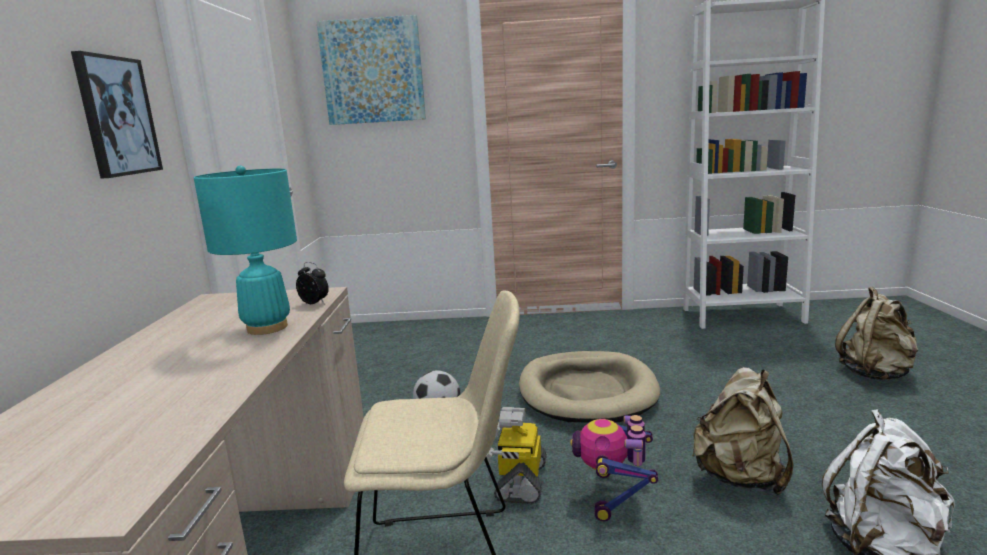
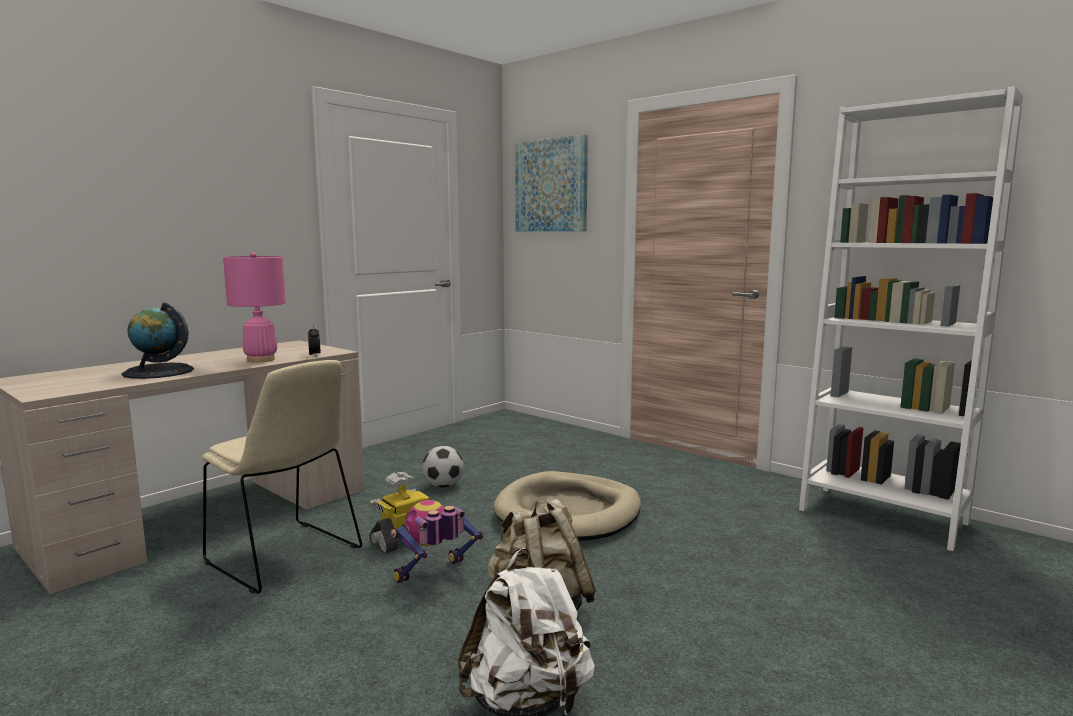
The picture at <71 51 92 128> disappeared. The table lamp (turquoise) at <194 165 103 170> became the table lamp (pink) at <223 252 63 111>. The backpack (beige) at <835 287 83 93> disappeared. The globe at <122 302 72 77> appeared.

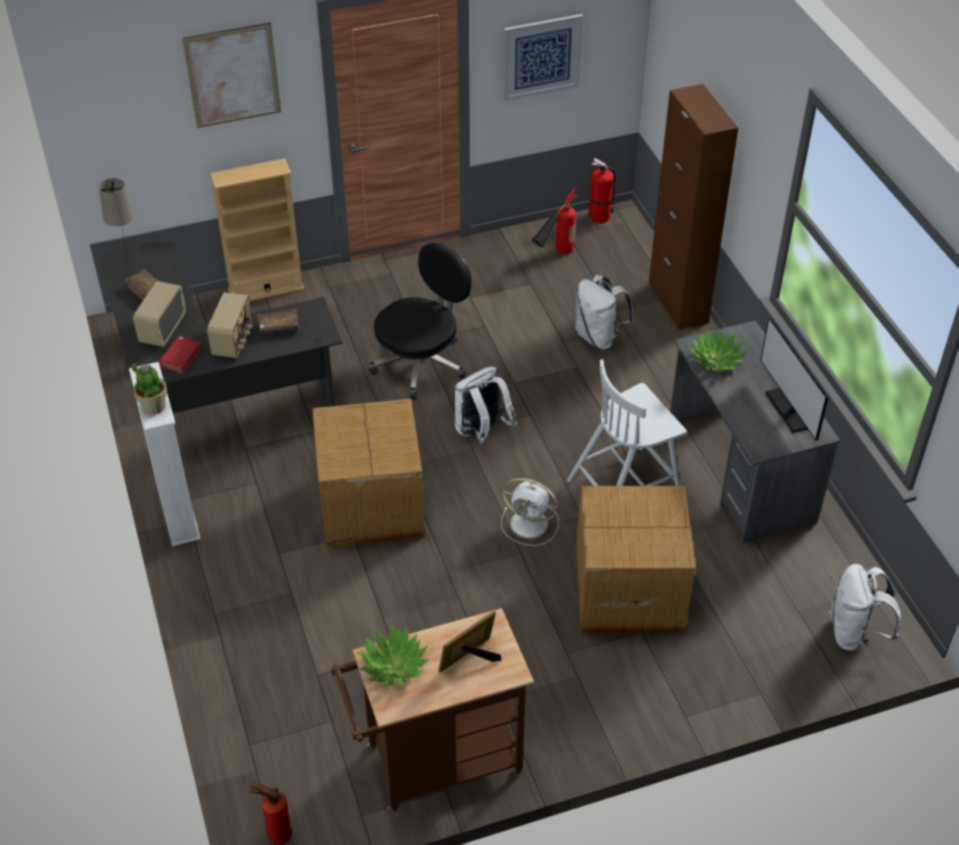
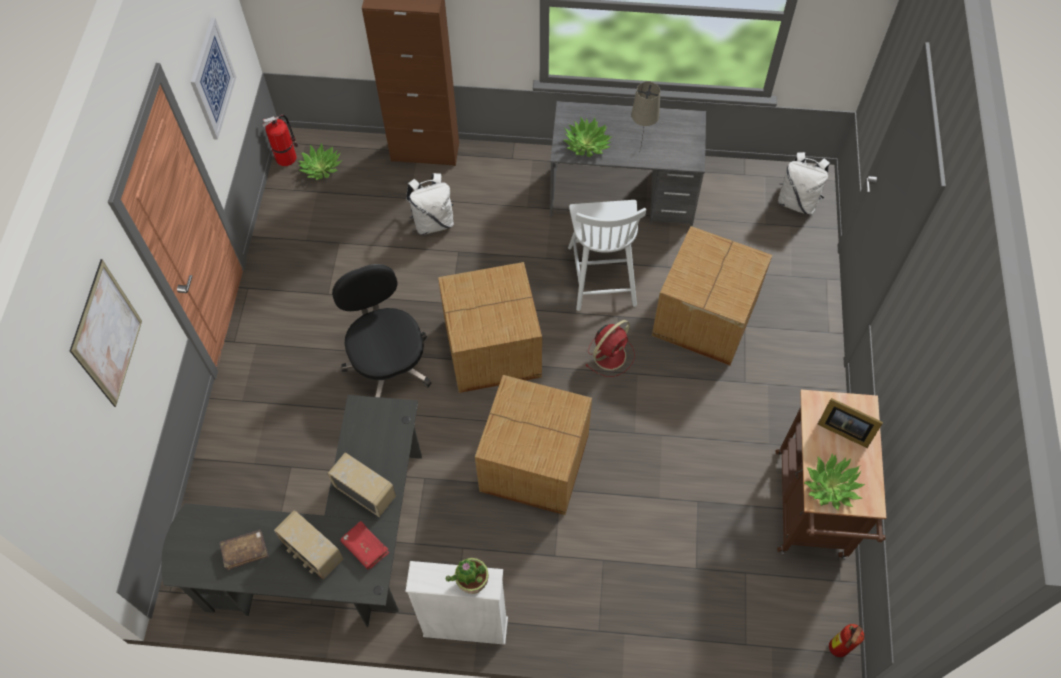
The bookcase (beige) at <209 158 95 143> disappeared. The table lamp (beige) moved from <99 178 35 82> to <631 82 29 71>. The fire extinguisher at <532 188 45 66> disappeared. The book (brown) at <257 309 43 26> disappeared. The monitor at <760 317 69 124> disappeared. The backpack (white) at <455 367 62 77> was replaced by the cardboard box at <438 262 104 131>. The fan (white) at <501 478 58 68> became the fan (red) at <586 320 49 57>. The picture frame at <438 611 63 62> turned 45 degrees counterclockwise. The potted plant at <298 143 44 37> appeared.

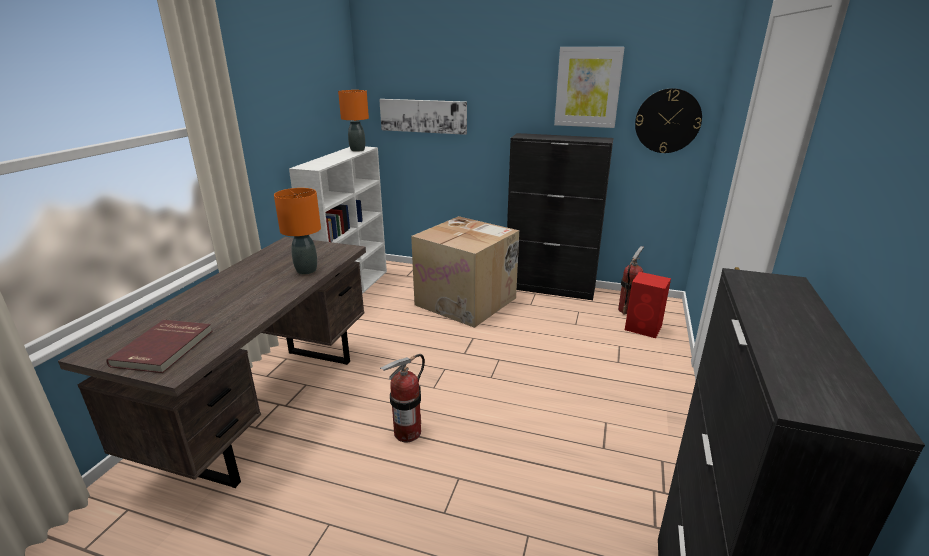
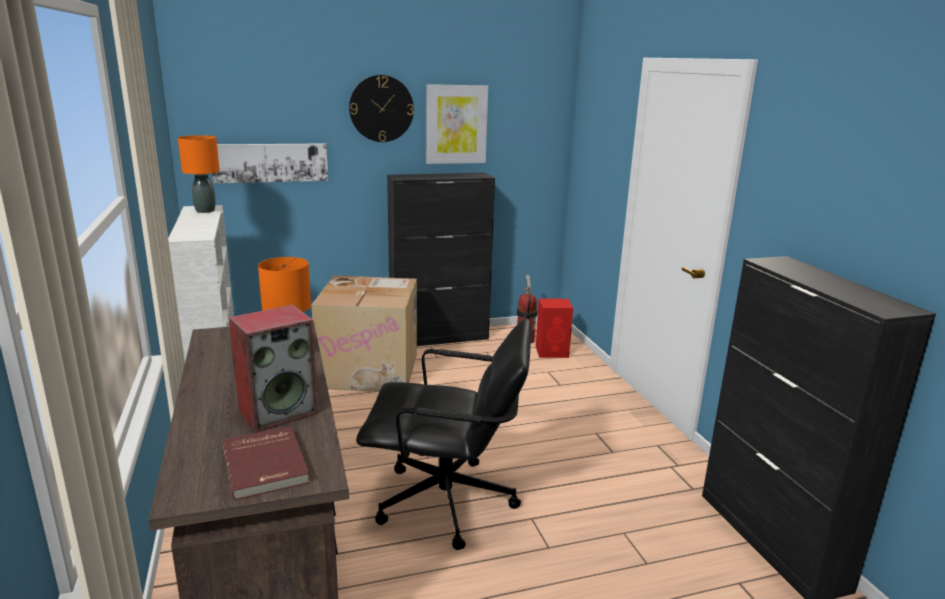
The wall clock moved from <635 88 67 65> to <349 75 65 67>. The fire extinguisher at <380 354 45 89> was replaced by the office chair (black) at <356 319 175 231>. The speaker at <228 305 90 128> appeared.

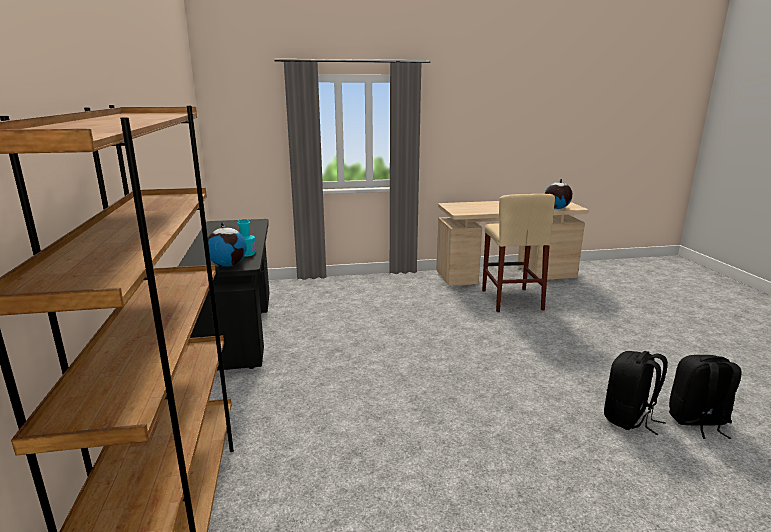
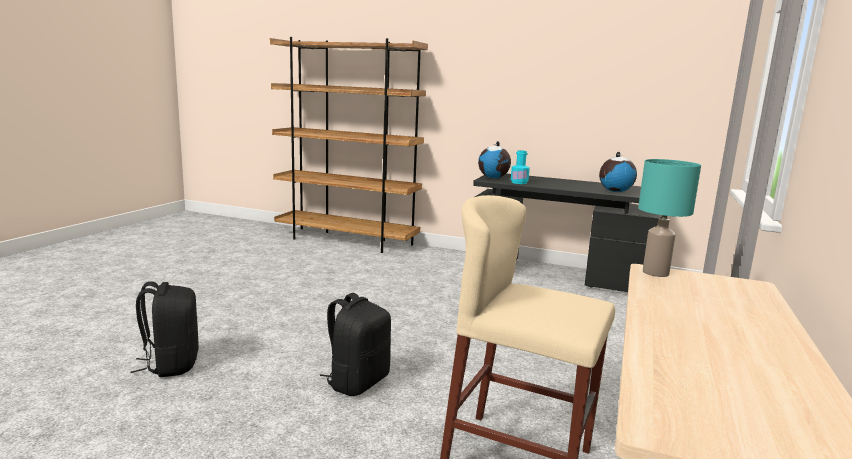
The globe moved from <545 179 28 30> to <599 152 38 40>. The backpack (black) moved from <669 355 73 84> to <320 293 71 103>. The table lamp (turquoise) at <638 159 63 118> appeared.

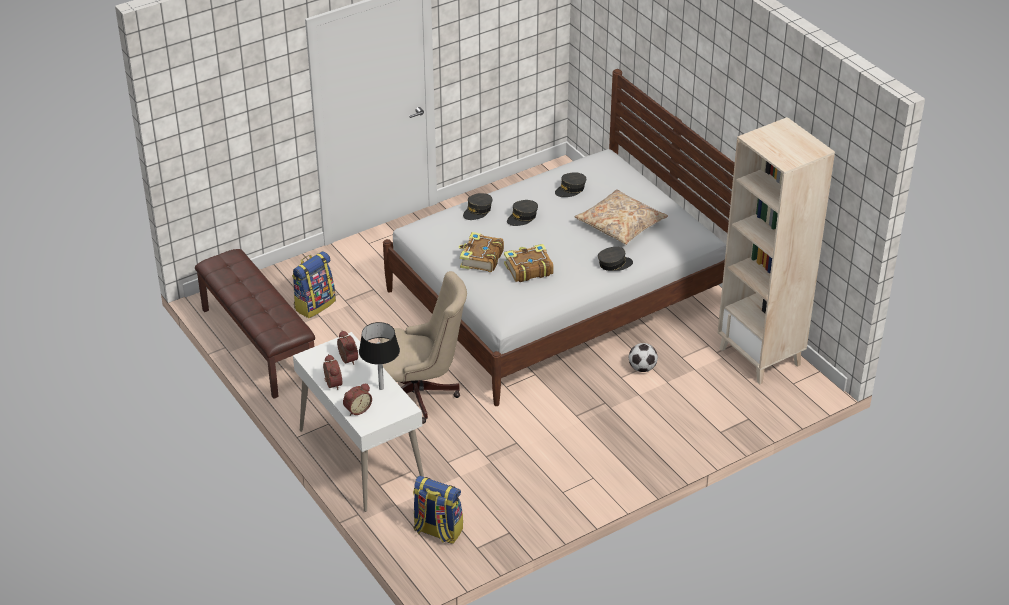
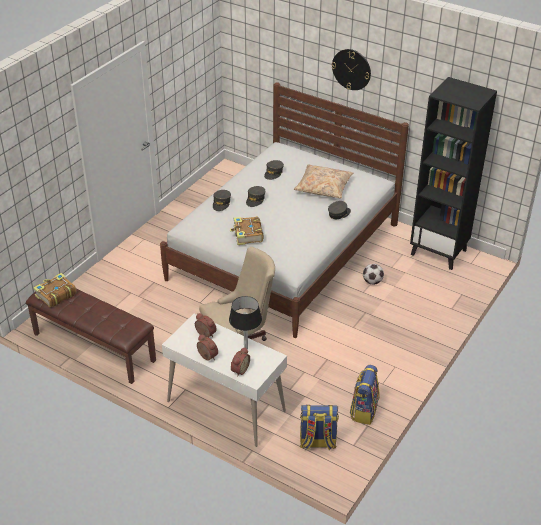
The bookcase (beige) at <718 117 117 267> became the bookcase (black) at <410 77 87 193>. The book moved from <504 244 50 38> to <33 273 44 34>. The backpack moved from <292 251 44 67> to <350 365 30 60>. The wall clock at <332 49 39 41> appeared.

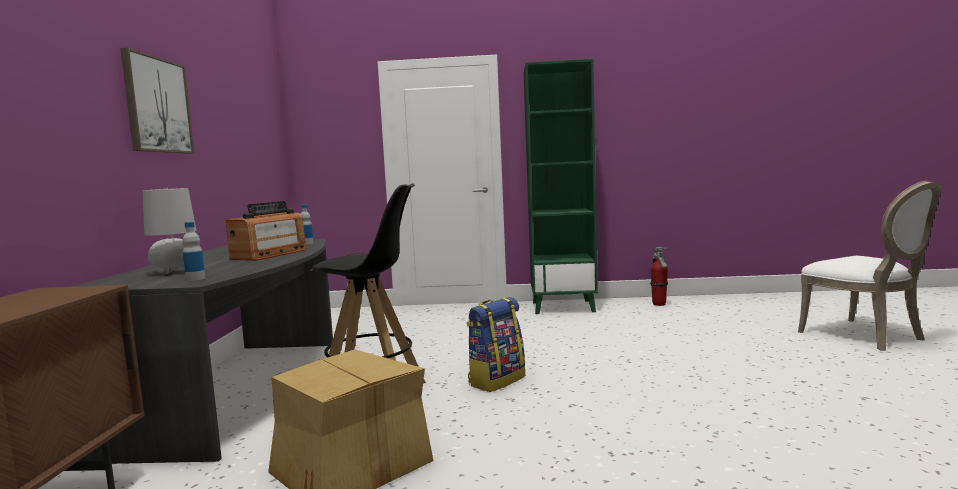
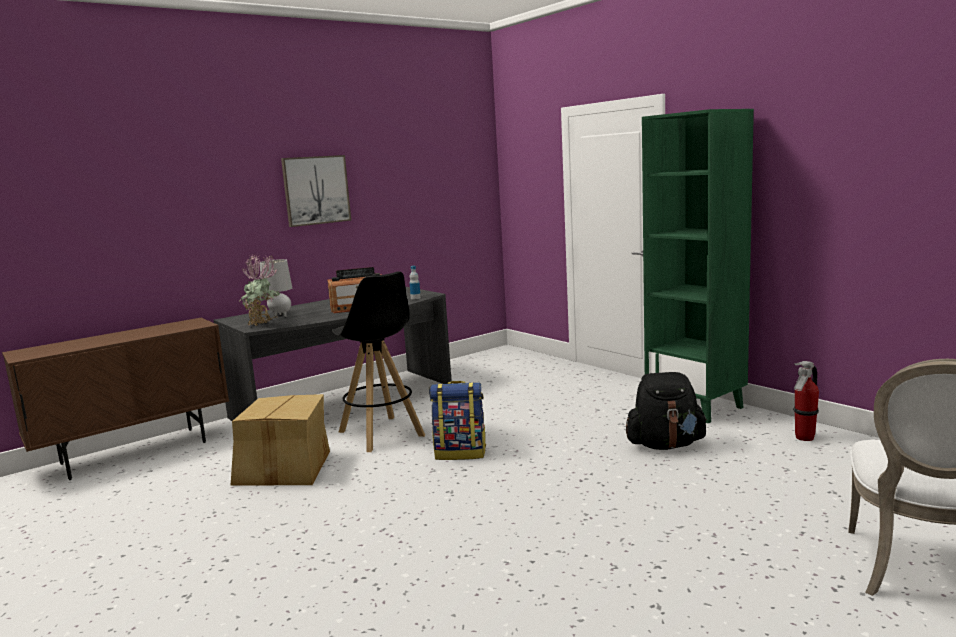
The bottle at <182 222 23 59> was replaced by the potted plant at <241 254 39 72>. The backpack (black) at <626 372 81 78> appeared.

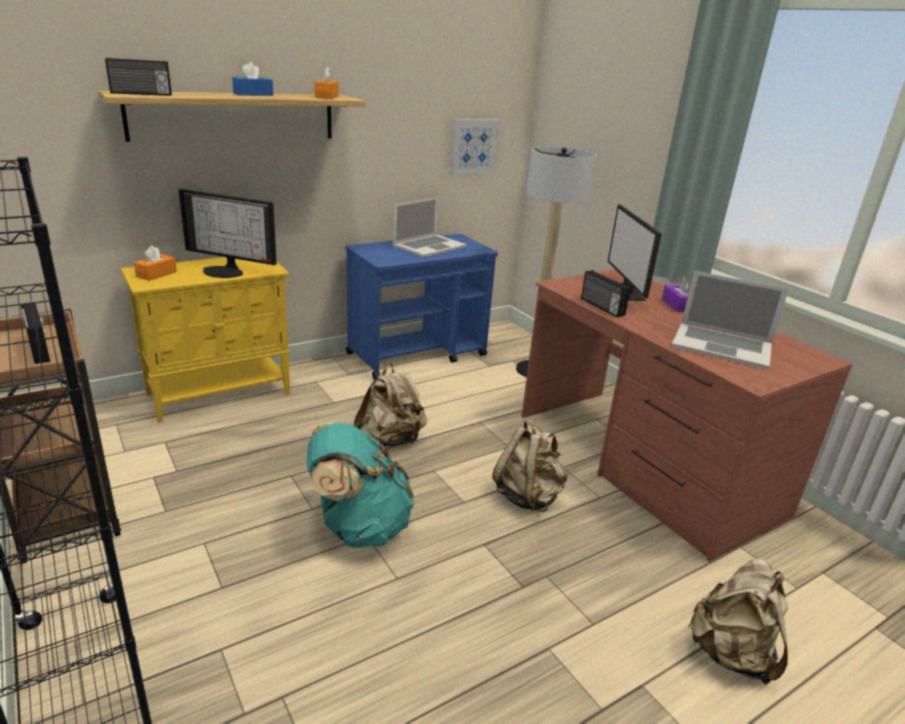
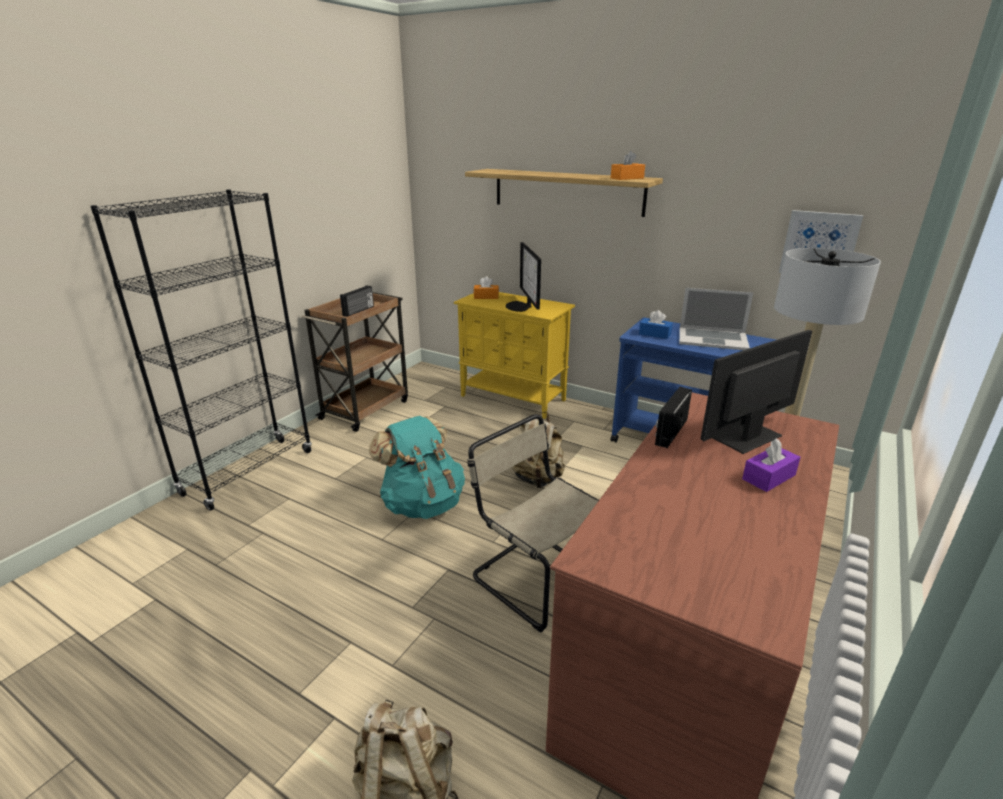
The radio at <105 58 67 38> disappeared. The tissue box (blue) moved from <232 62 41 34> to <639 310 34 29>. The laptop at <672 271 117 99> disappeared. The backpack (beige) at <492 420 75 92> was replaced by the chair (beige) at <467 414 132 219>.

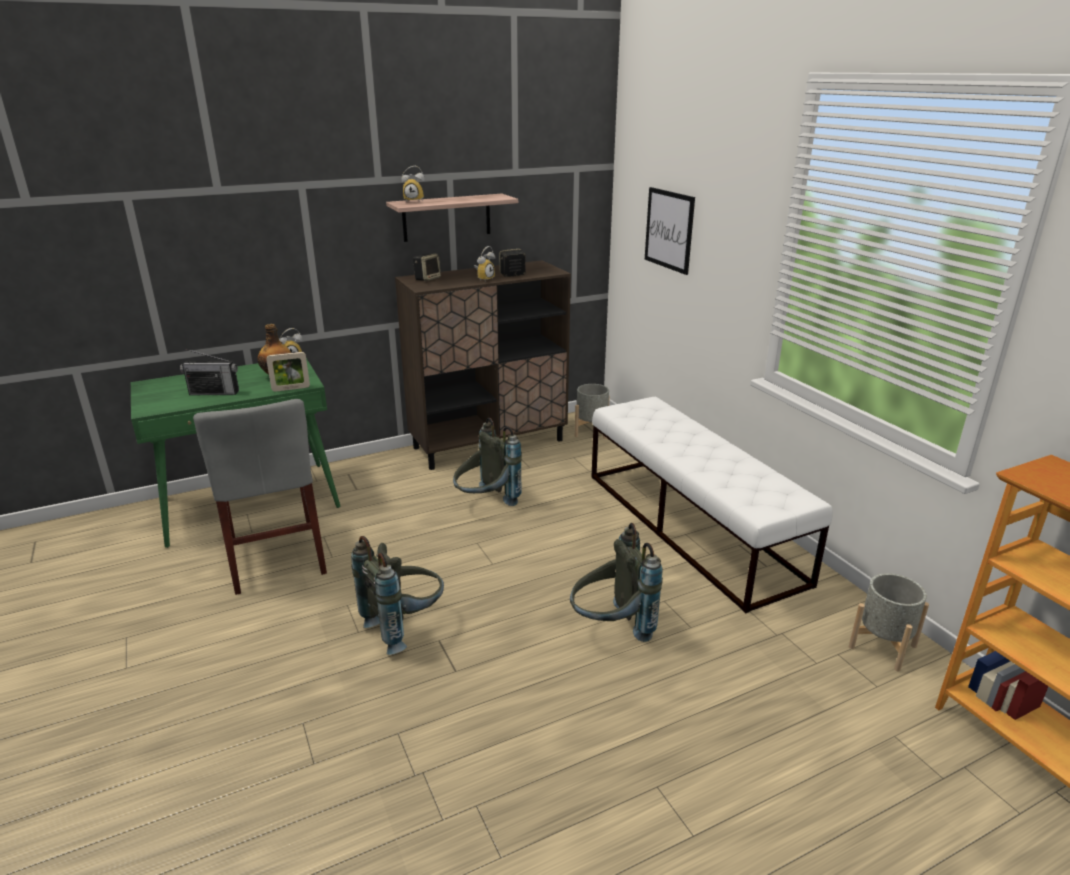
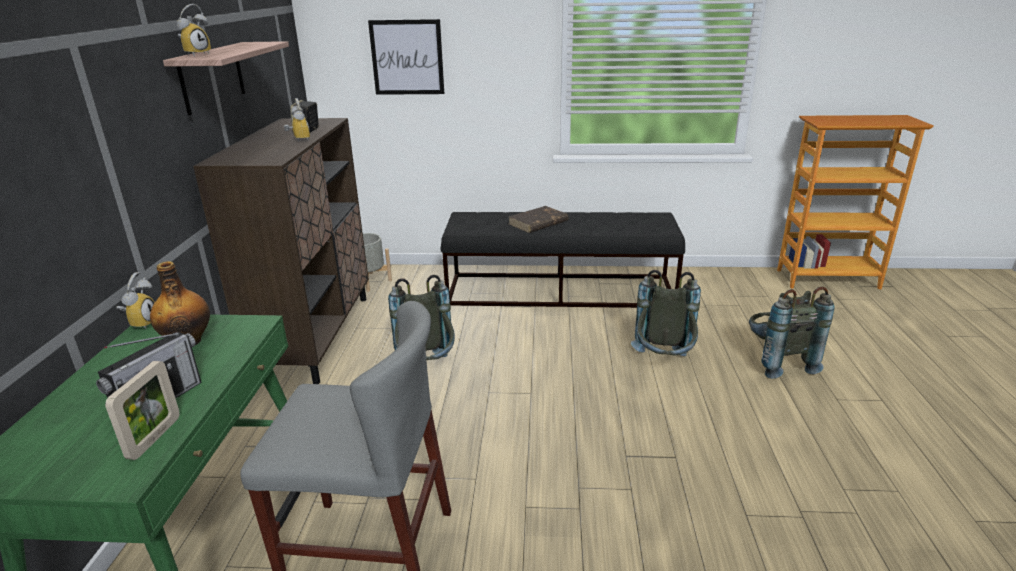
The speaker at <413 253 28 28> disappeared. The picture frame moved from <266 352 44 40> to <105 361 75 99>. The bench (white) at <591 397 242 216> became the bench (black) at <440 212 245 96>. The backpack (grey) moved from <351 536 93 119> to <749 287 86 92>. The planter (grey) at <849 573 80 98> disappeared. The book (brown) at <509 206 60 27> appeared.

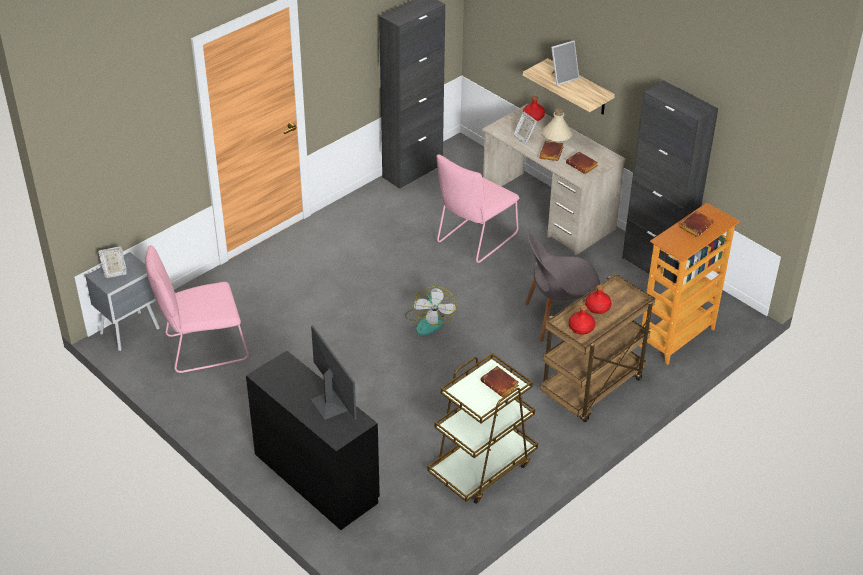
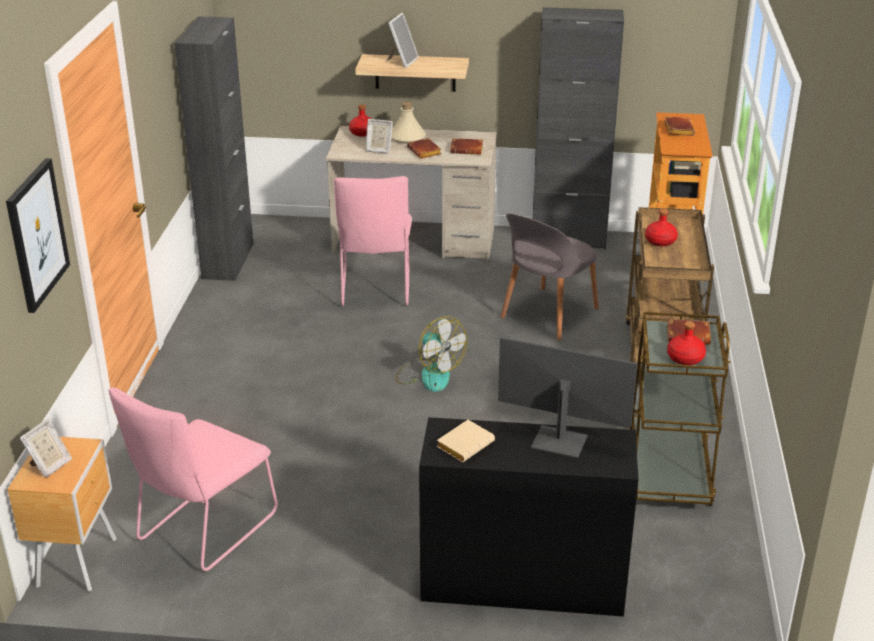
The nightstand (grey) at <85 252 75 99> became the nightstand (brown) at <7 437 110 155>. The bottle (red) moved from <569 305 26 30> to <667 321 39 44>. The picture at <6 158 64 155> appeared. The book (beige) at <436 420 59 42> appeared.

